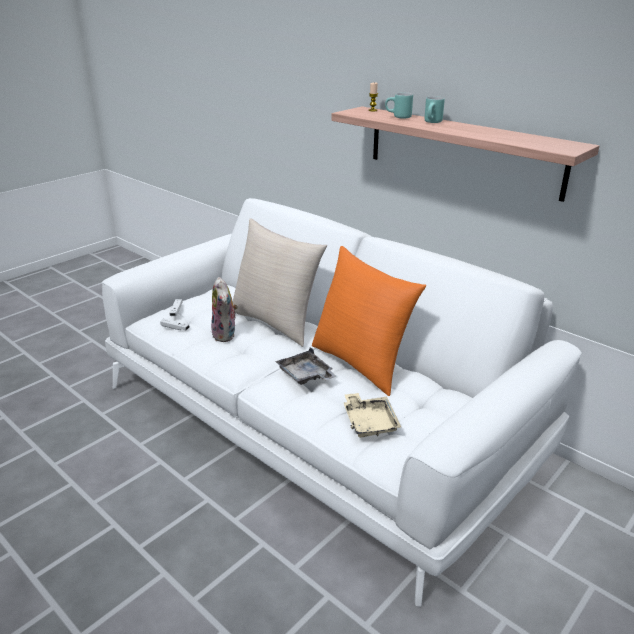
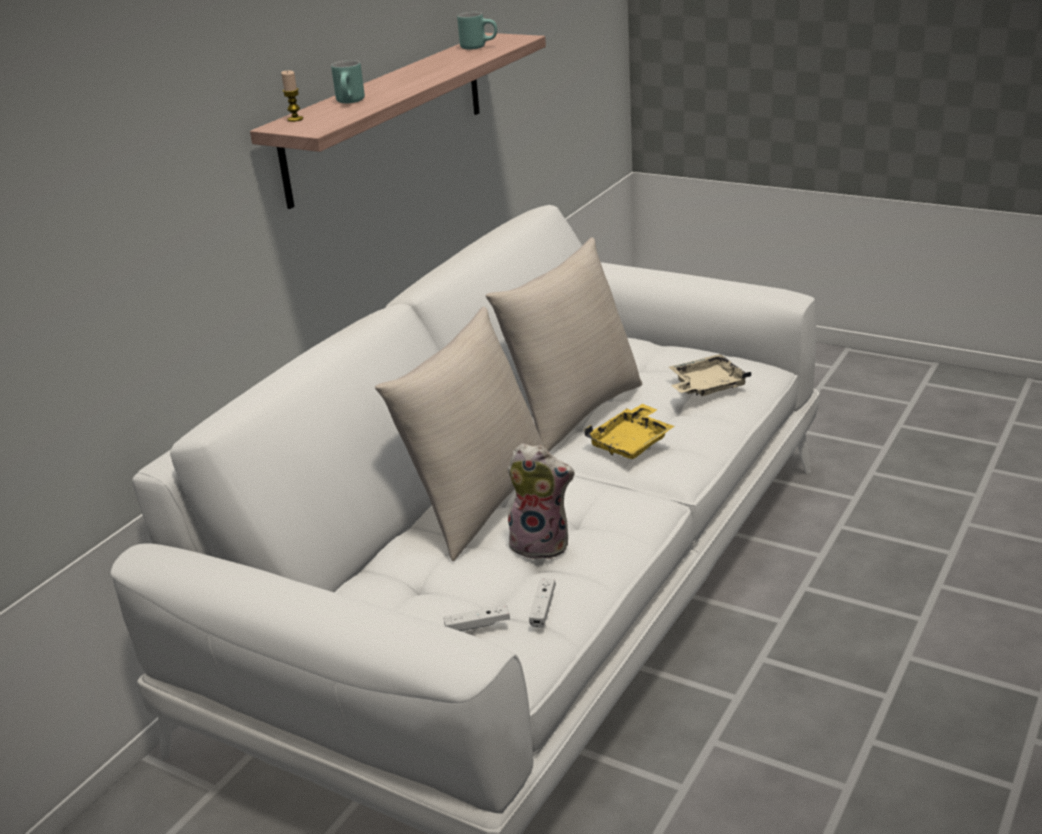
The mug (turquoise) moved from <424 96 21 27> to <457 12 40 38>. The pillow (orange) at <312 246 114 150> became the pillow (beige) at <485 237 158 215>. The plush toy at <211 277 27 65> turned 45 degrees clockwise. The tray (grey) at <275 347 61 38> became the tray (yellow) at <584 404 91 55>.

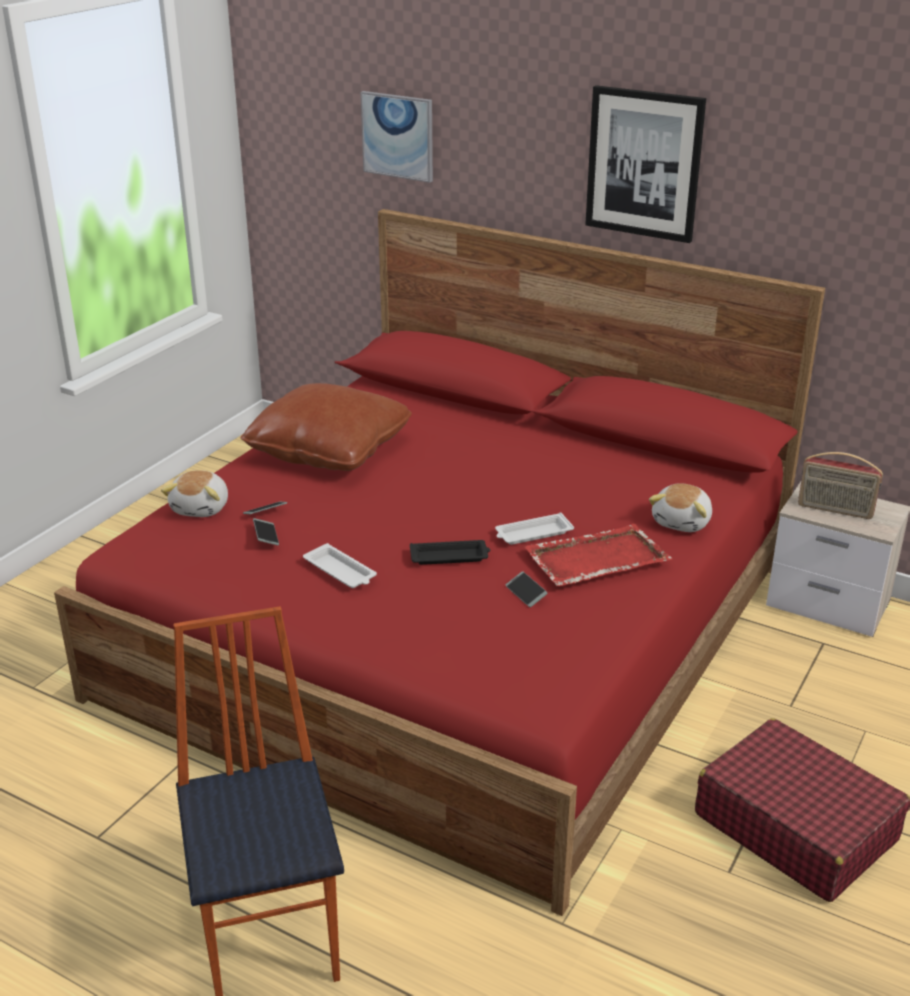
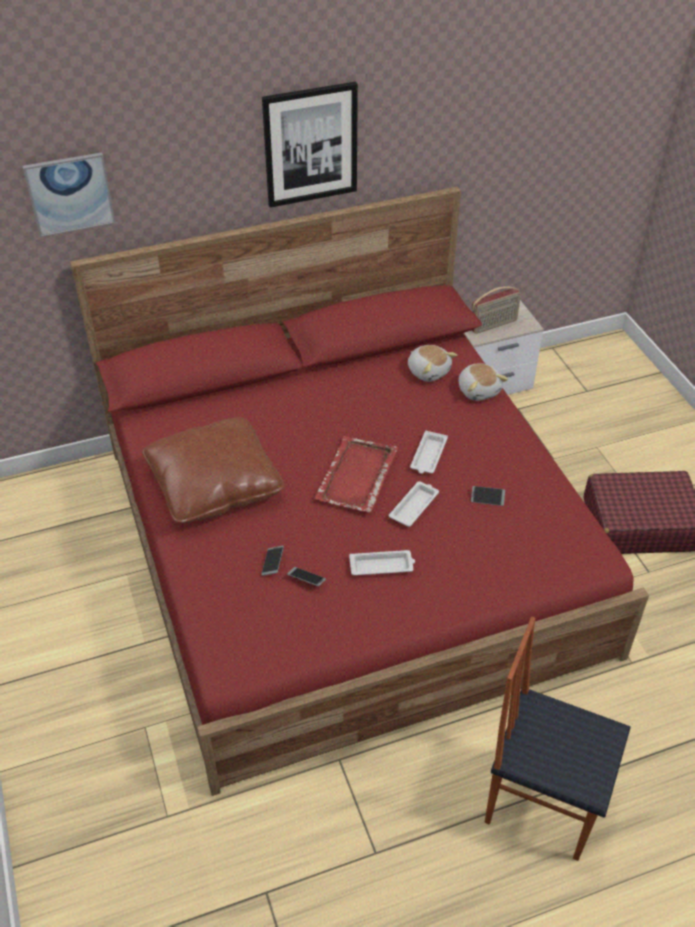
The plush toy moved from <161 470 67 47> to <408 345 49 37>. The tray (red) moved from <524 524 148 62> to <314 436 84 76>. The tray (black) at <410 540 80 25> became the tray (white) at <389 481 50 46>.

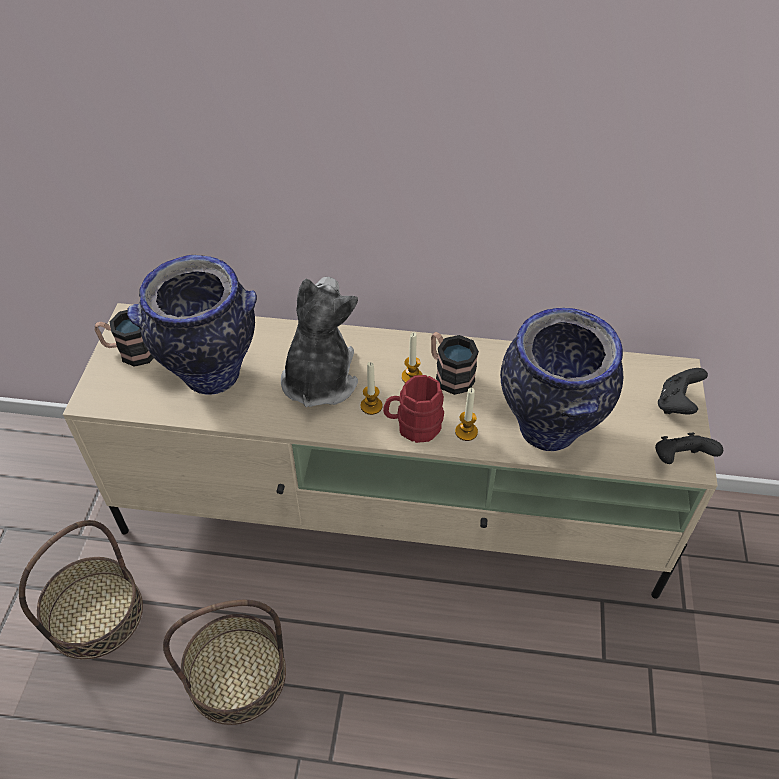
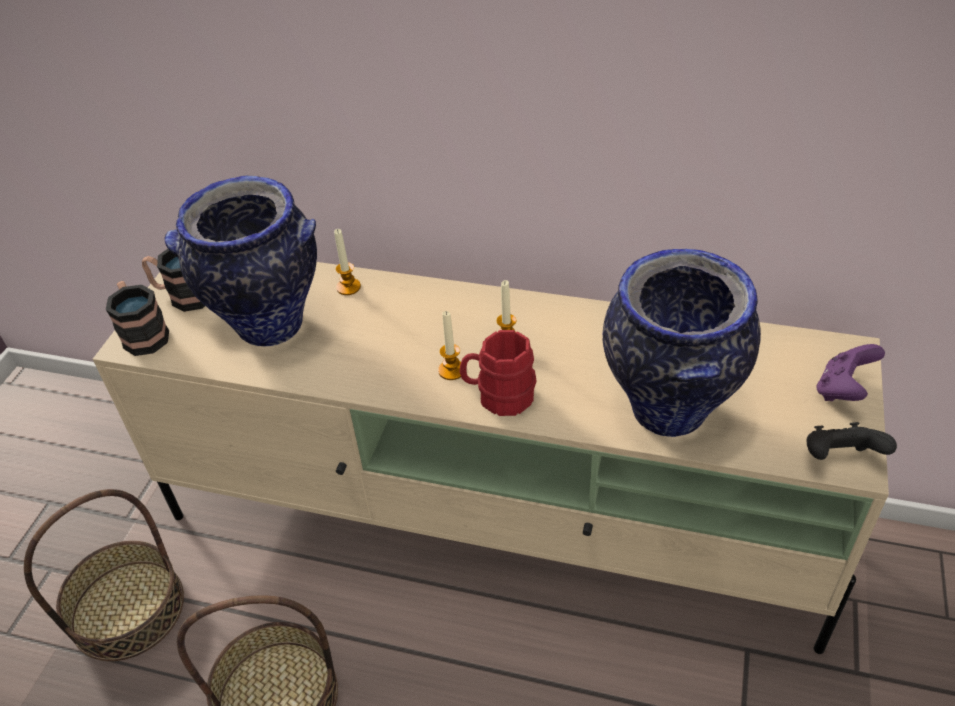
The plush toy at <281 277 77 130> disappeared. The mug moved from <431 332 48 63> to <106 281 63 75>. The game controller (black) at <658 368 50 46> became the game controller (purple) at <816 344 69 57>. The candle moved from <455 388 23 53> to <334 229 27 66>.

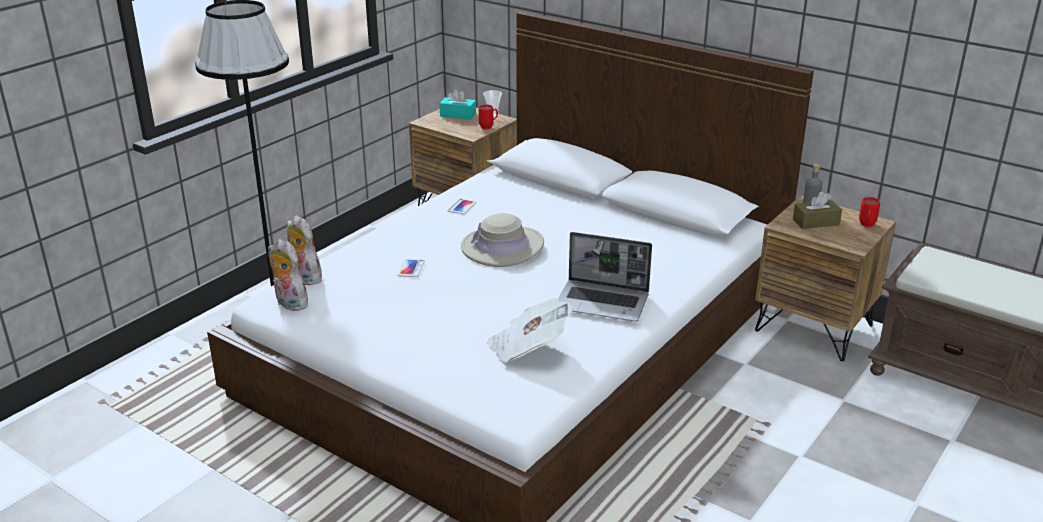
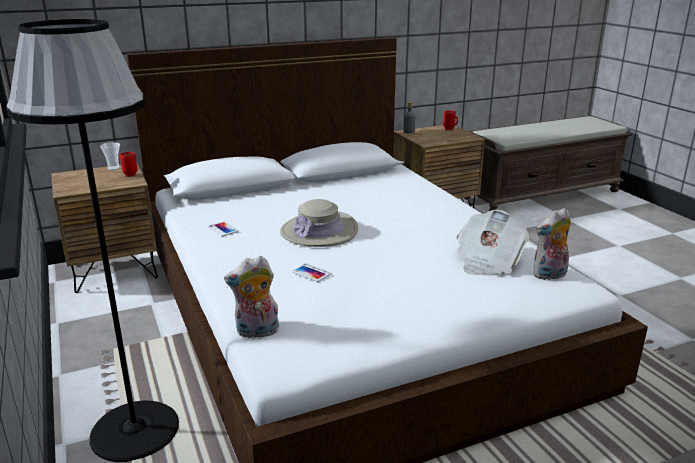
The tissue box (turquoise) at <440 89 36 31> disappeared. The tissue box (brown) at <793 191 49 38> disappeared. The laptop at <558 232 94 90> disappeared. The plush toy moved from <268 239 40 72> to <533 208 38 72>.

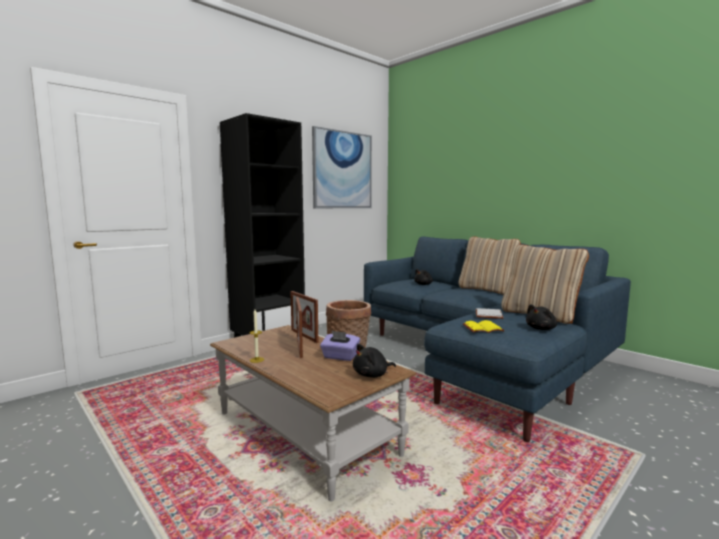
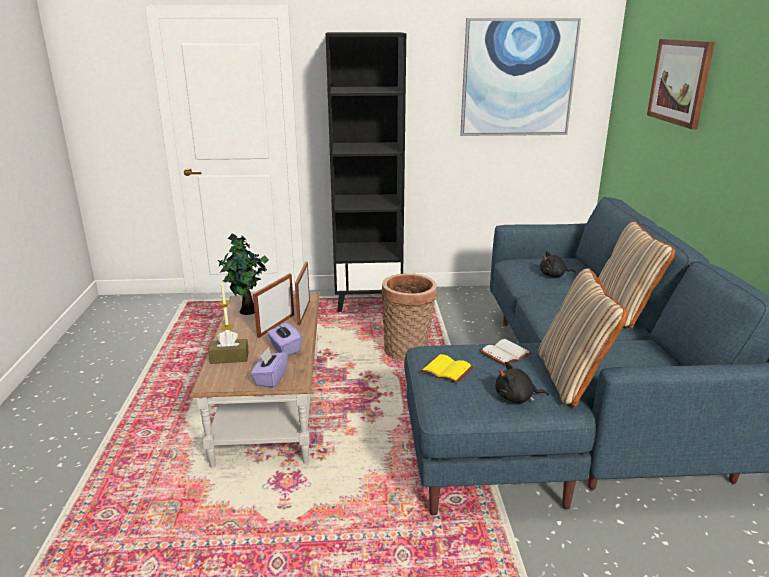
The plush toy (black) at <353 344 43 34> was replaced by the tissue box (purple) at <250 347 38 41>. The picture at <647 39 68 90> appeared. The potted plant at <218 234 51 81> appeared. The tissue box (brown) at <208 330 41 34> appeared.

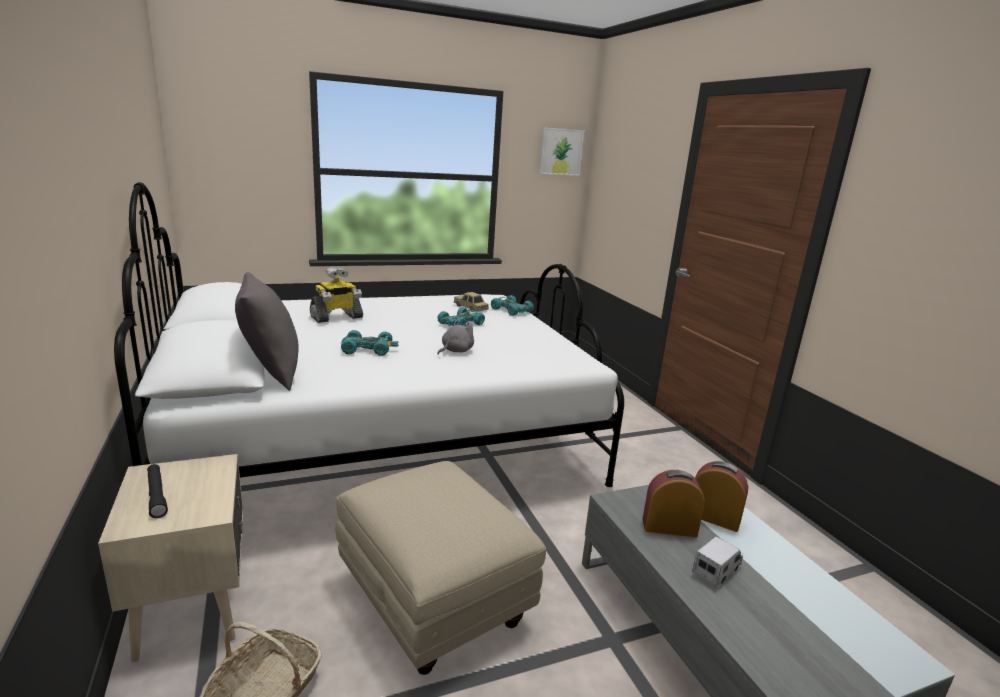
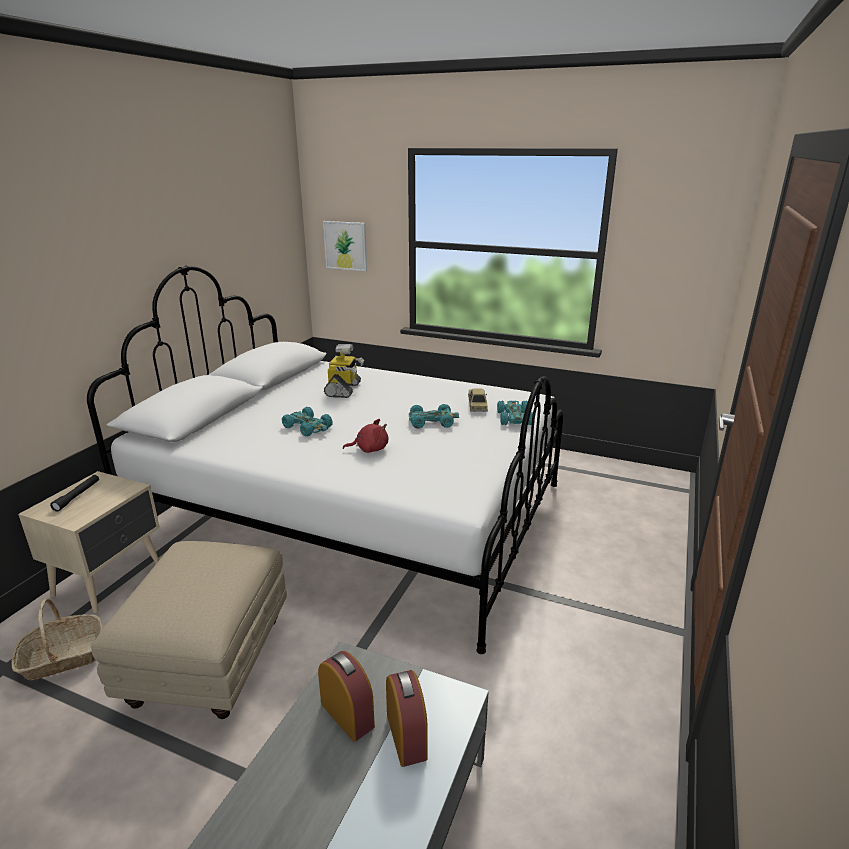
The picture moved from <540 127 44 49> to <323 221 44 50>. The toy robot at <310 267 53 56> turned 90 degrees counterclockwise. The pillow (grey) at <235 272 64 119> disappeared. The plush toy (grey) at <437 320 37 35> became the plush toy (red) at <343 419 45 34>. The toy truck at <692 536 51 51> disappeared.

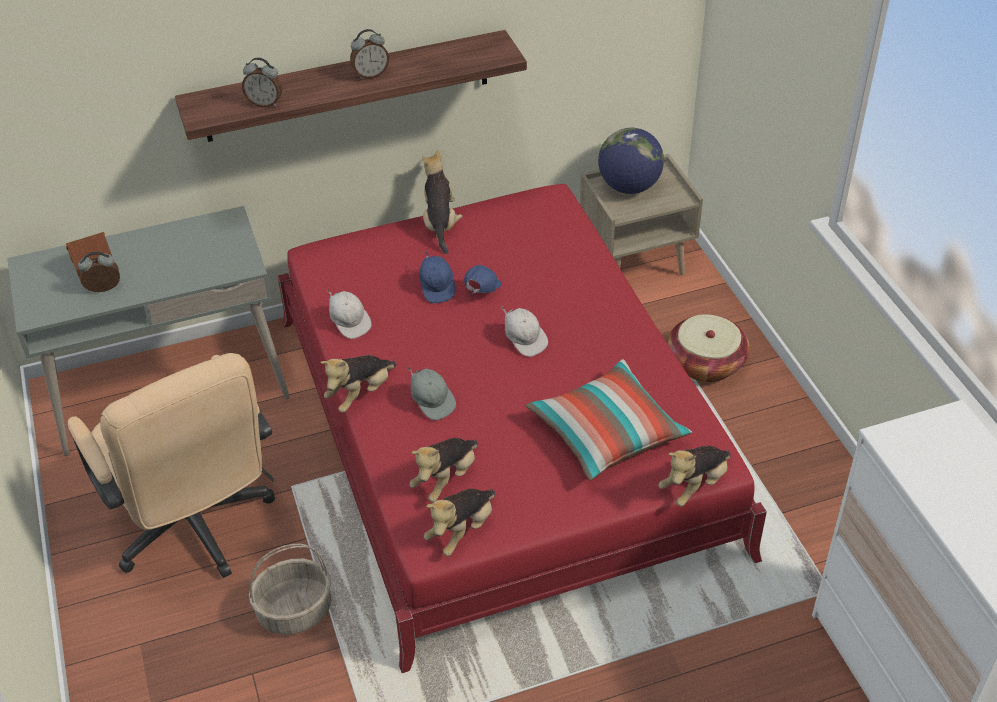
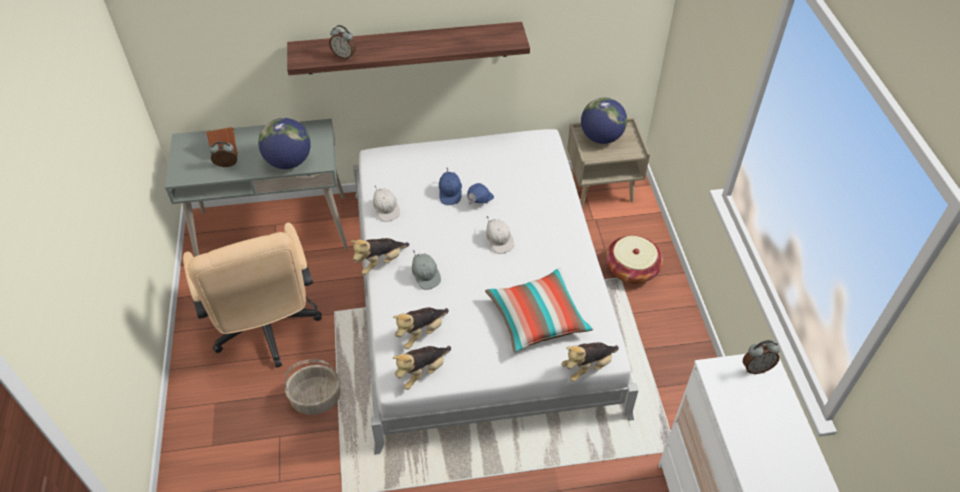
The alarm clock moved from <350 29 39 50> to <743 340 37 34>. The plush toy at <422 149 40 105> disappeared. The bed (red) at <278 184 489 489> became the bed (white) at <353 129 285 326>. The globe at <258 118 53 51> appeared.

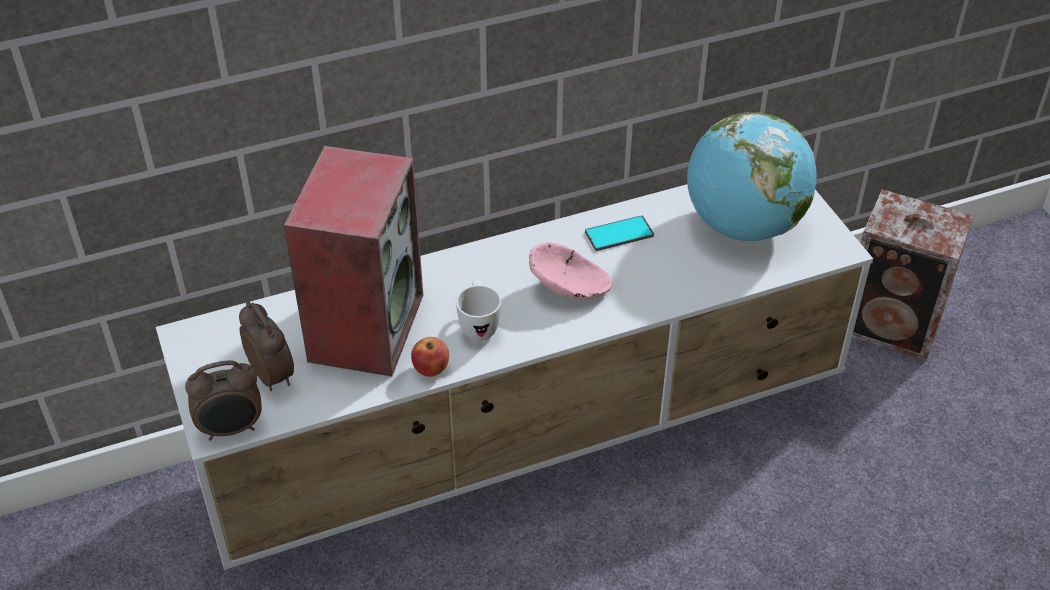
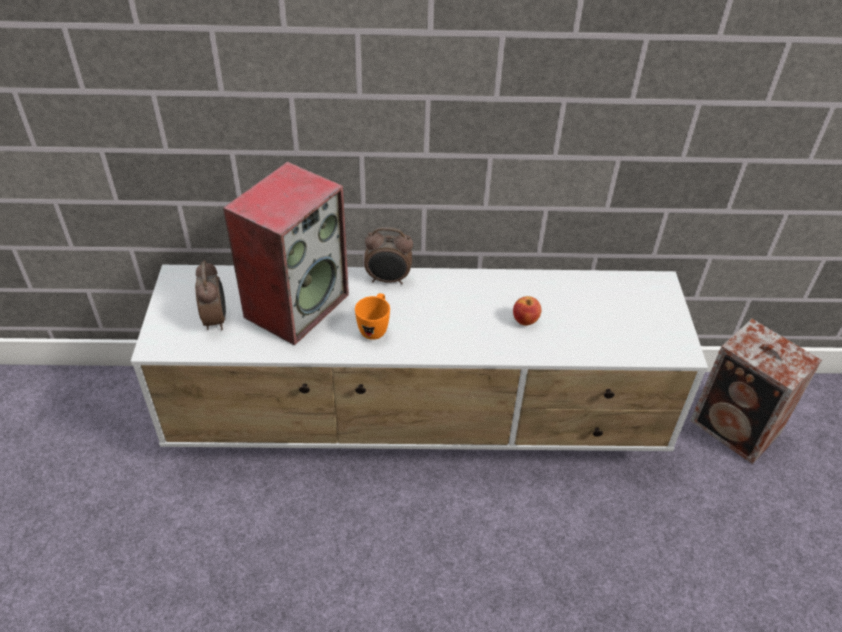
The globe at <687 112 129 129> disappeared. The phone at <585 215 69 36> disappeared. The bowl (pink) at <529 243 83 56> disappeared. The mug (white) at <456 280 45 61> became the mug (orange) at <355 293 35 47>. The apple moved from <411 337 38 40> to <513 296 28 30>. The alarm clock moved from <185 360 77 81> to <364 227 49 58>.

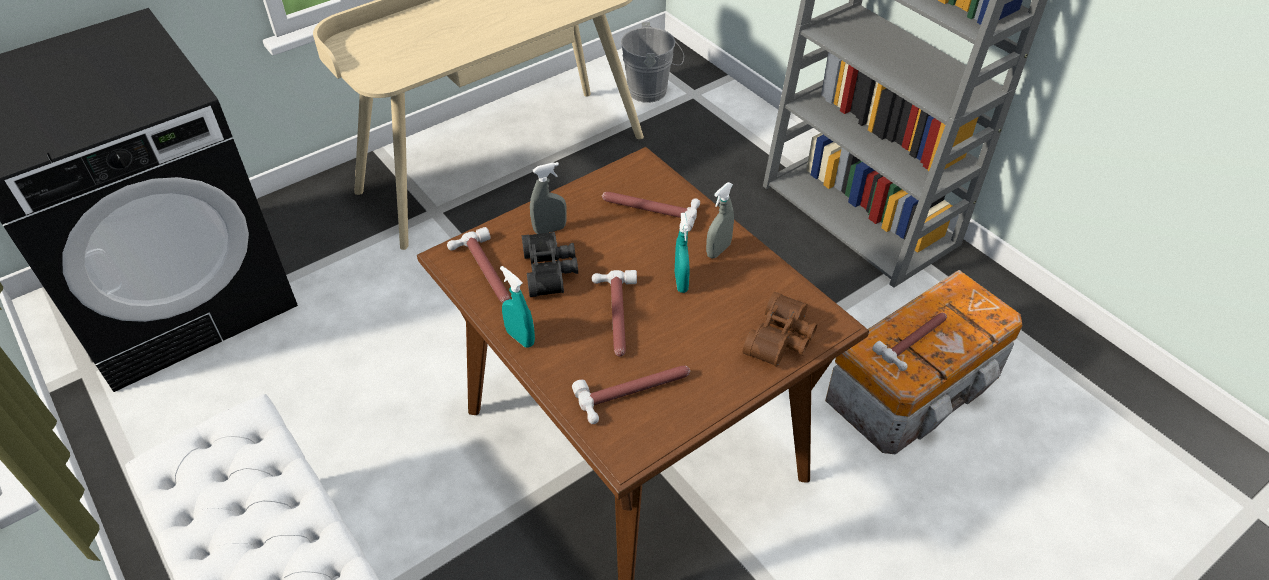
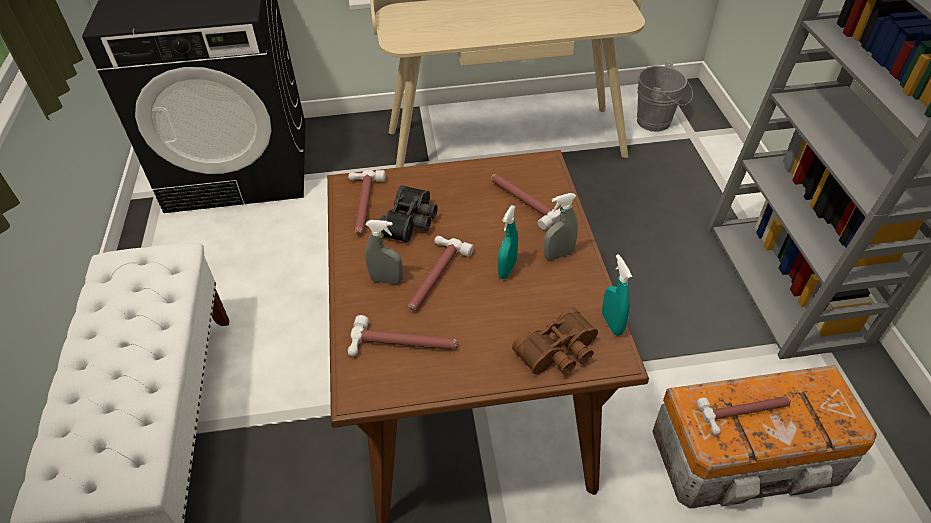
The spray bottle (grey) moved from <530 162 37 72> to <365 220 38 64>. The spray bottle (turquoise) moved from <500 266 35 82> to <602 254 30 82>.

